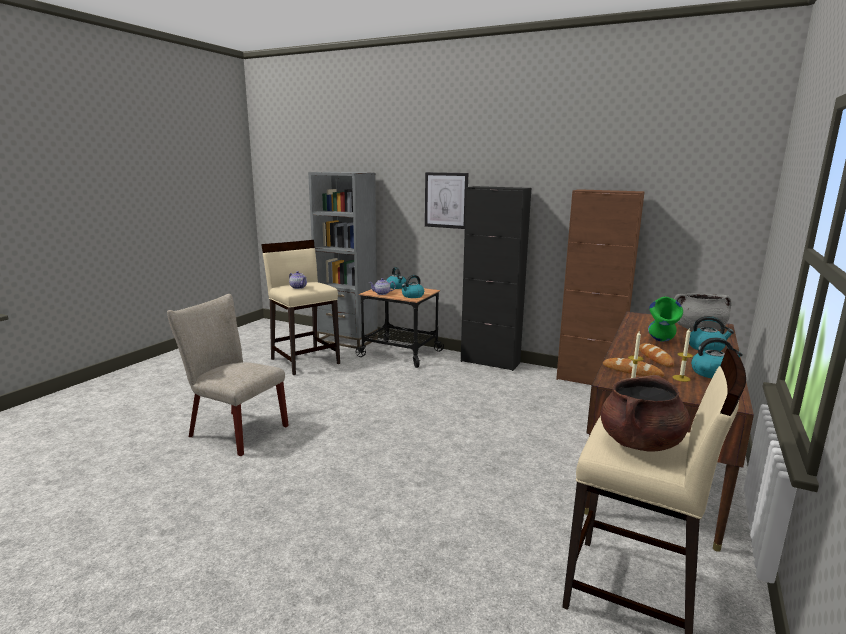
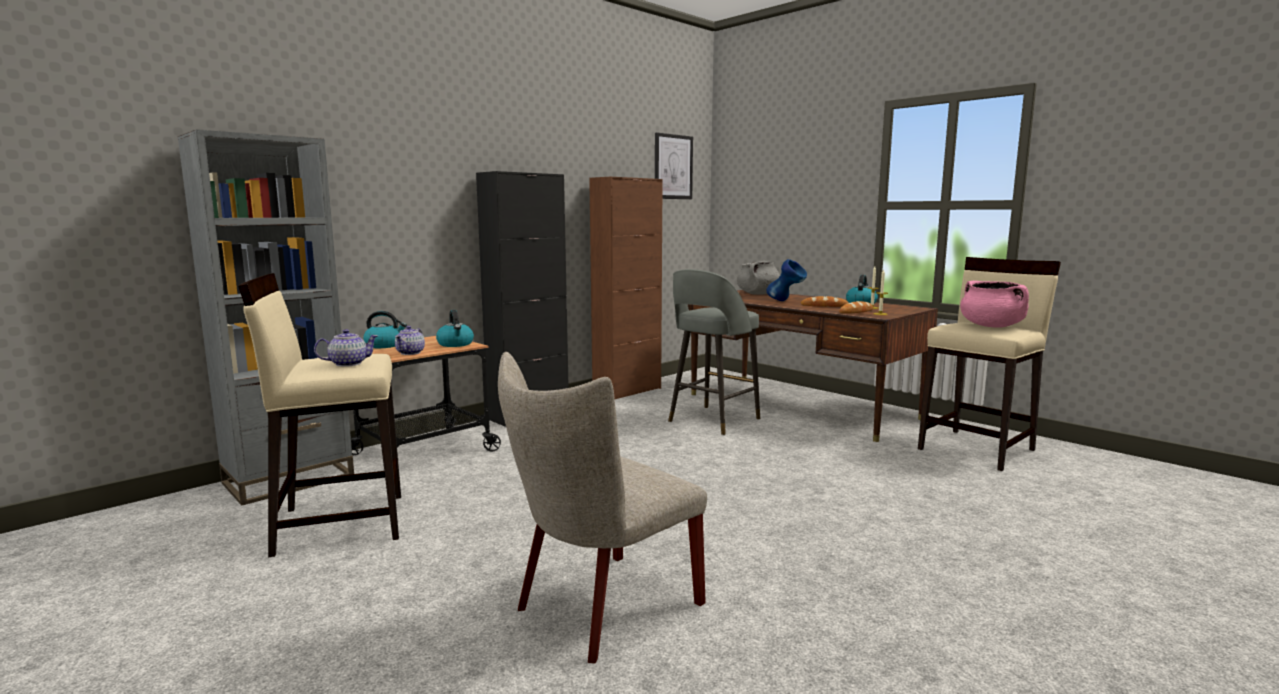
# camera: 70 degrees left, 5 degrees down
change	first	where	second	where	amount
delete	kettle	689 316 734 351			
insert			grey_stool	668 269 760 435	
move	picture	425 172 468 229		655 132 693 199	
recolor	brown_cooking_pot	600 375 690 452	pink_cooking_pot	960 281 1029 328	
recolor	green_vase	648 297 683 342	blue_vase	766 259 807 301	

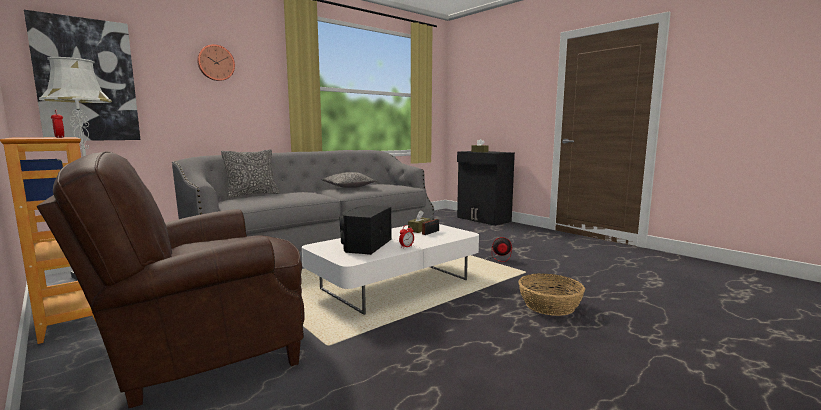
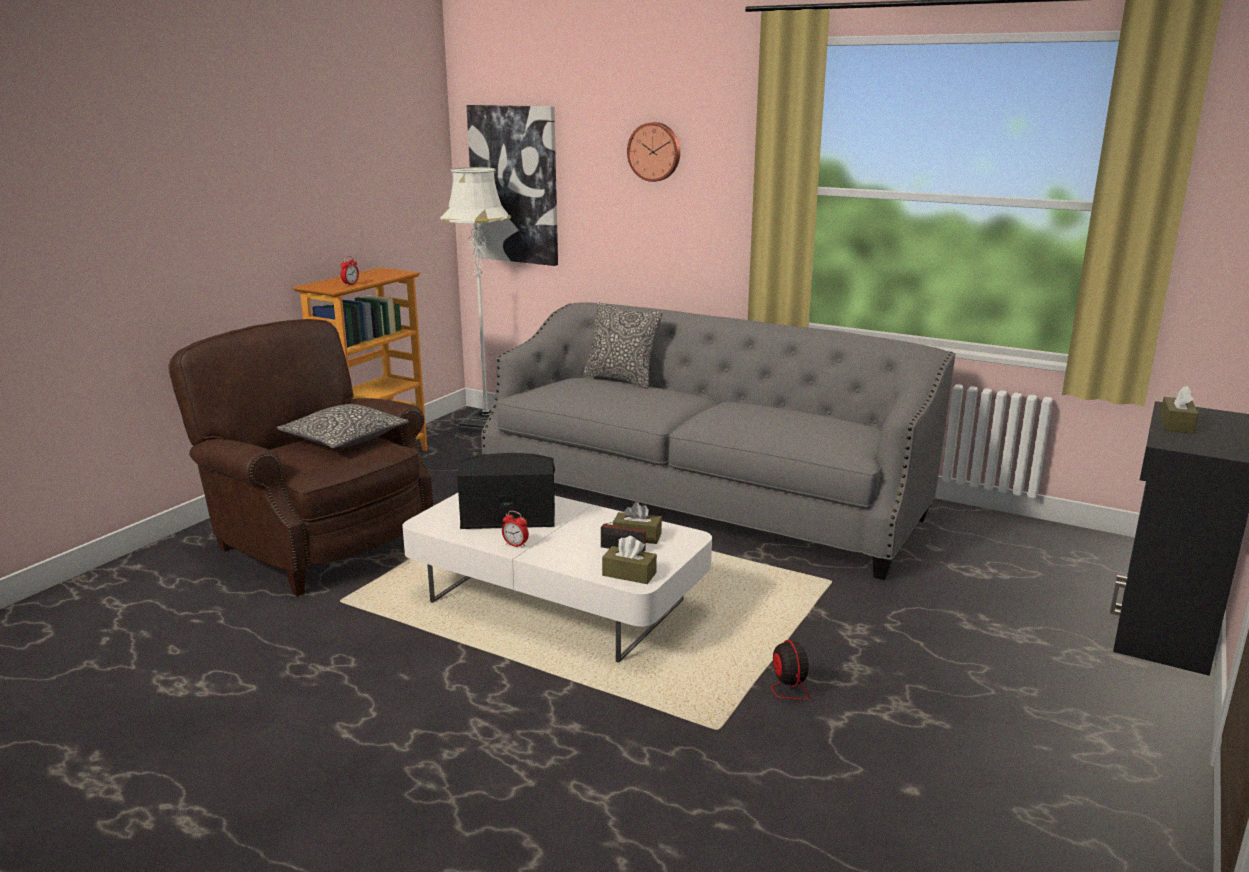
# camera: 70 degrees right, 10 degrees up
change	first	where	second	where	amount
delete	basket	518 274 585 316			
insert			brown_tissue_box	602 536 657 584	
move	pillow	321 172 377 188		277 404 409 448	

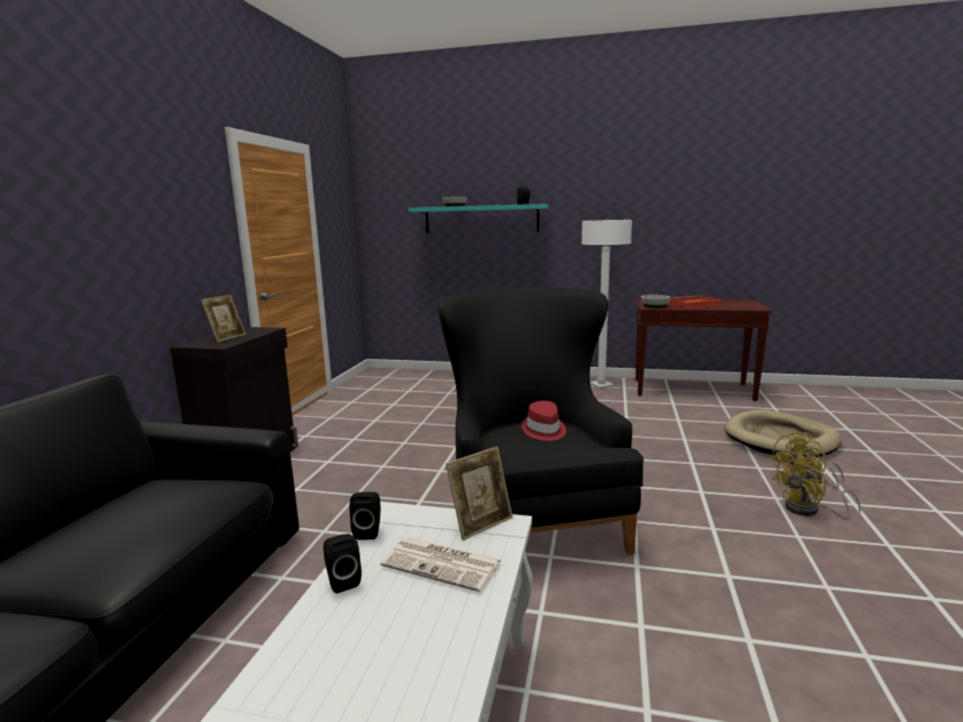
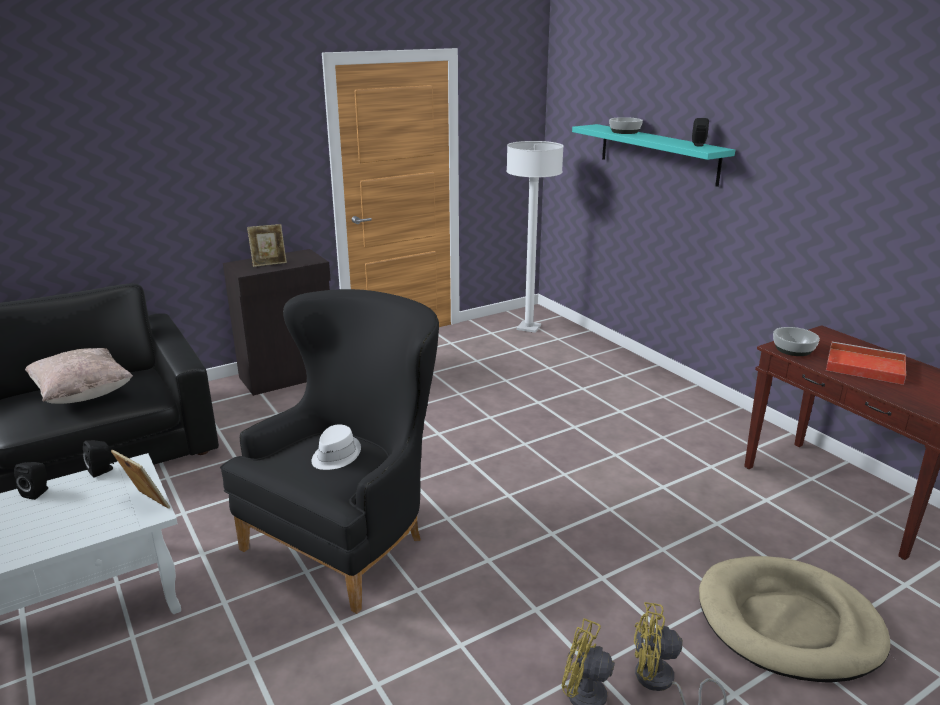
# camera: 45 degrees right, 10 degrees up
change	first	where	second	where	amount
delete	newspaper	380 537 501 592			
insert			beige_pillow	25 348 133 404	
move	white_floor_lamp	581 219 632 389		506 141 564 333	
recolor	red_hat	522 401 566 441	white_hat	311 424 361 470	
rotate	picture_frame	446 446 513 541		111 450 170 509	150 degrees counterclockwise

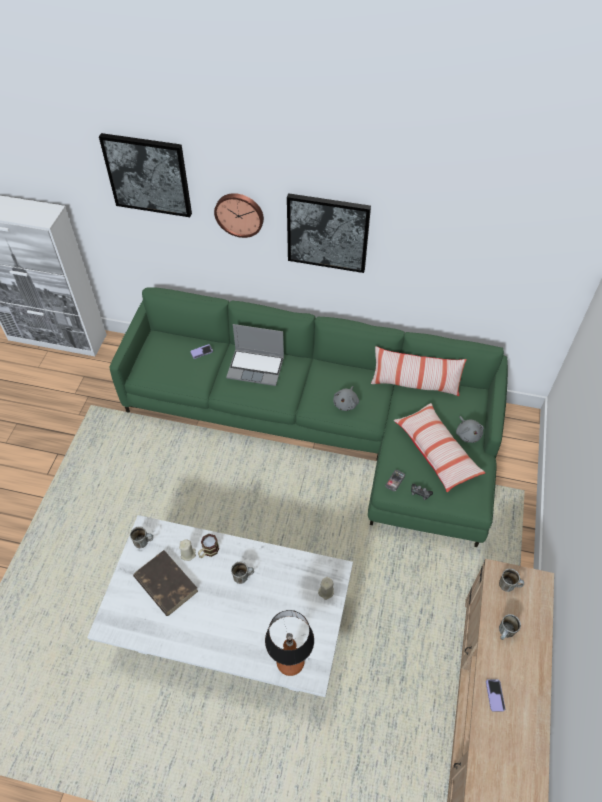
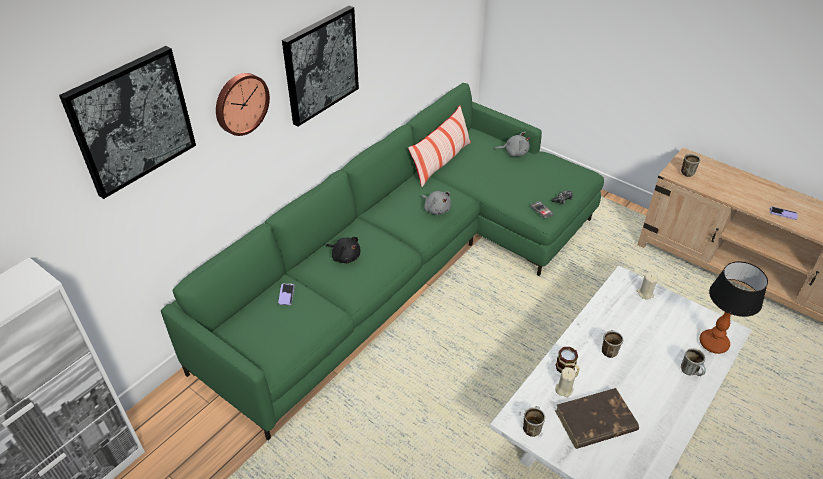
# camera: 65 degrees left, 10 degrees down
change	first	where	second	where	amount
delete	pillow	393 403 485 492			
move	mug	499 614 521 640		681 348 706 376	
replace	laptop	226 324 284 386	black_plush_toy	326 237 360 263	

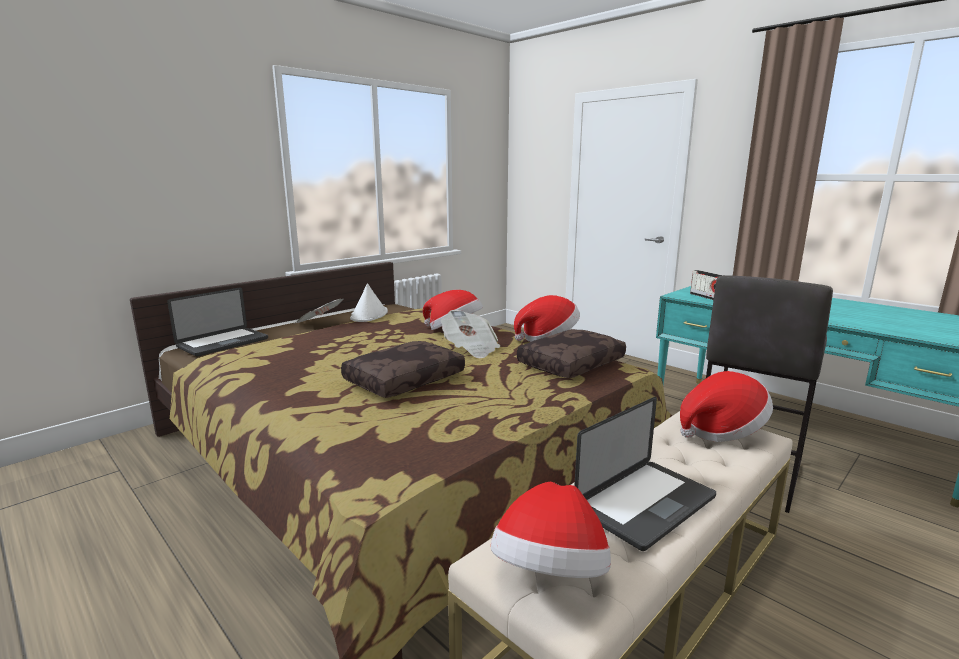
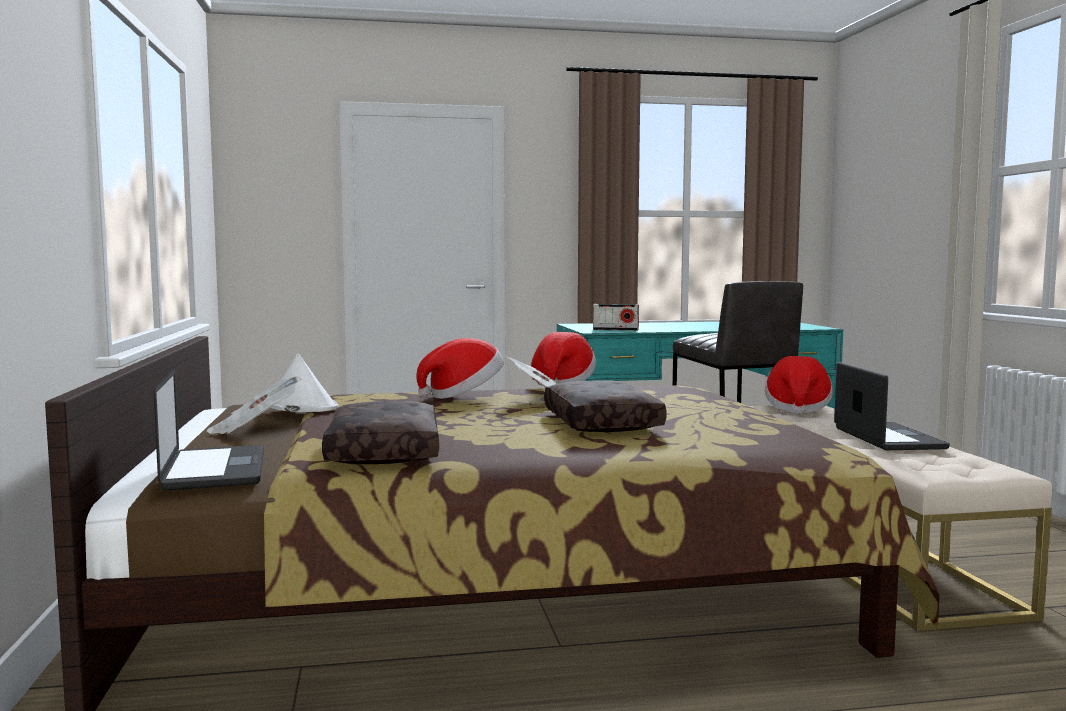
# camera: 55 degrees left, 10 degrees down
change	first	where	second	where	amount
delete	hat	491 481 611 578			
move	brown_pillow	517 329 626 378		322 401 439 464	

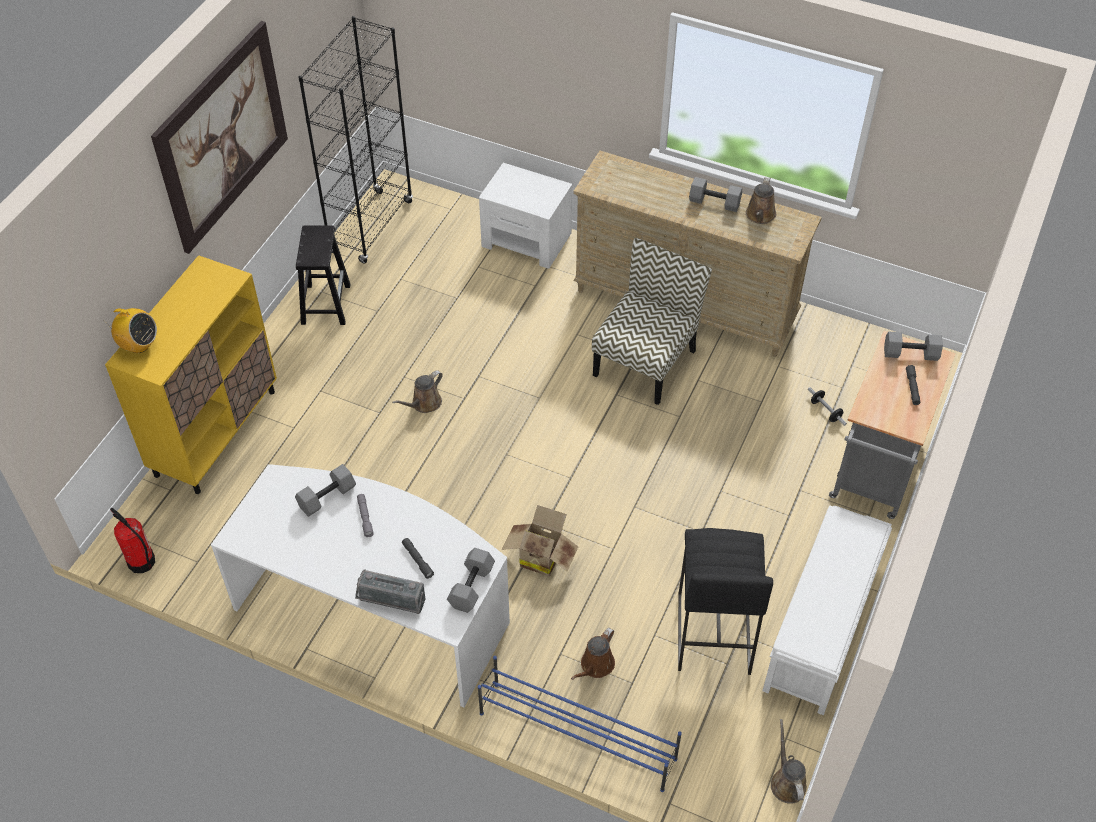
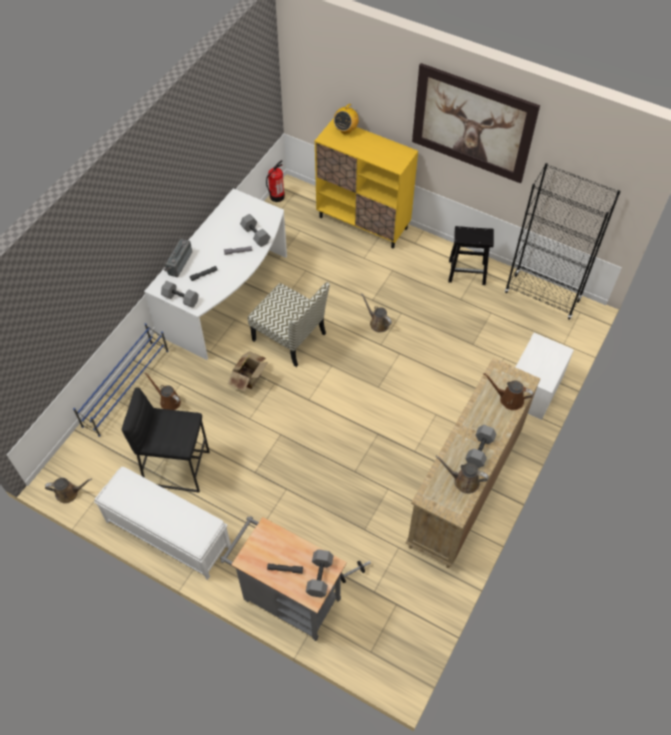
# camera: 95 degrees right, 5 degrees up
change	first	where	second	where	amount
insert			brown_watering_can	484 373 534 410	
move	chair	592 238 712 405		247 282 330 367	

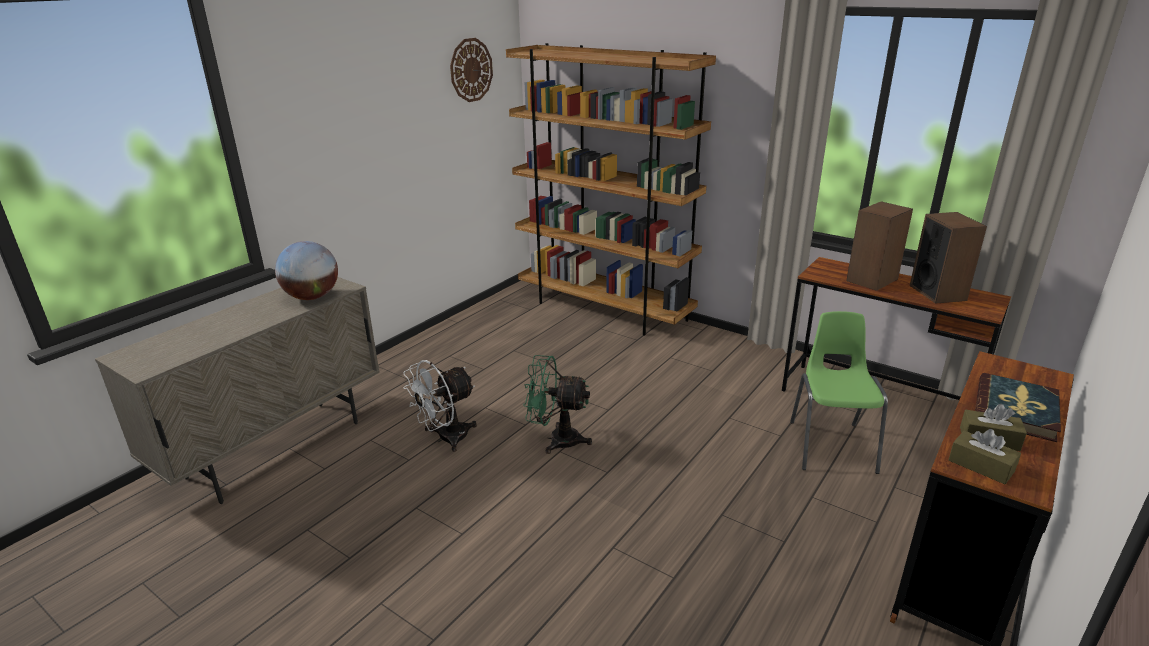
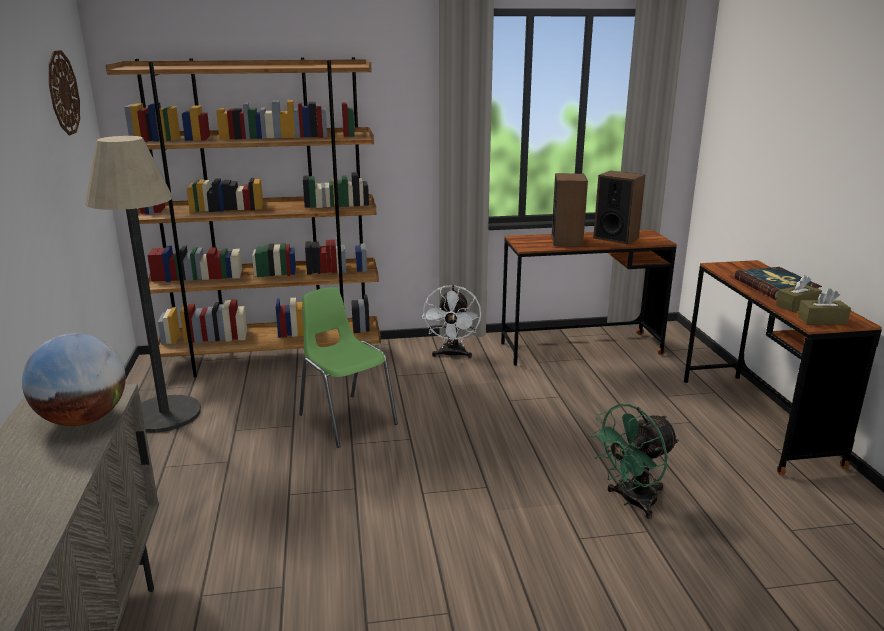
# camera: 45 degrees left, 5 degrees down
change	first	where	second	where	amount
insert			floor_lamp	85 136 201 433	
move	white_fan	403 360 477 452		422 285 481 358	
move	green_fan	523 355 592 454		590 404 679 519	
move	green_chair	790 311 888 474		299 287 398 448	

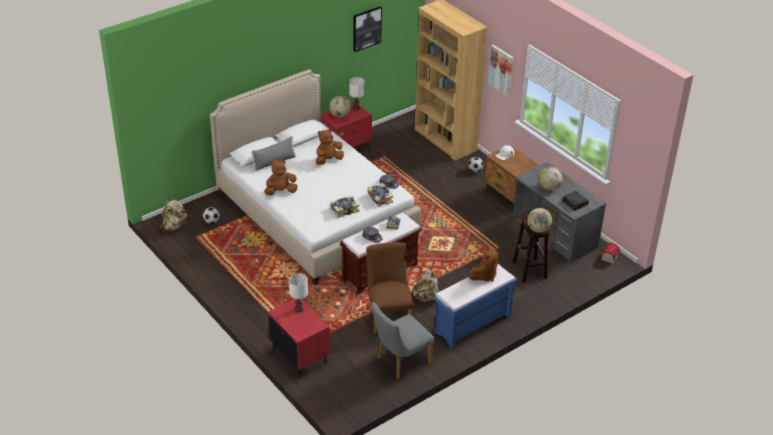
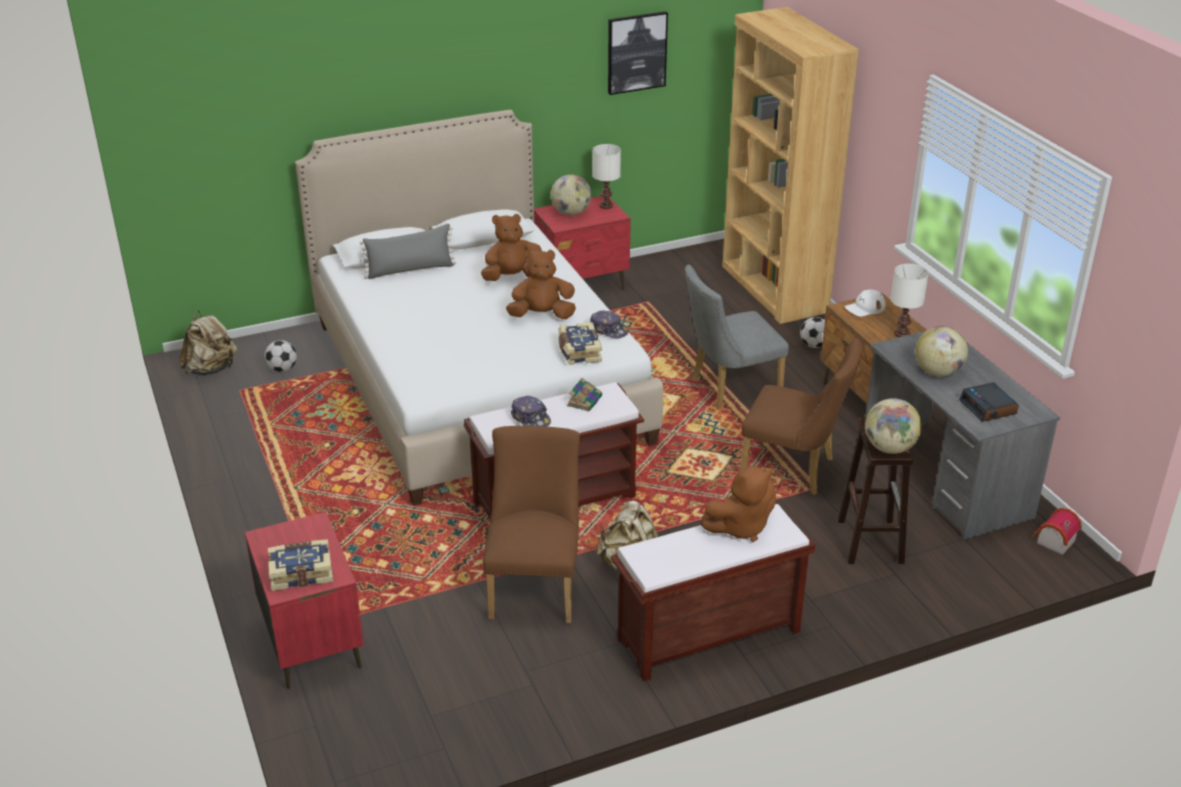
# camera: 15 degrees right, 5 degrees down
change	first	where	second	where	amount
delete	picture	488 45 513 97			
insert			brown_chair	740 338 862 495	
move	brown_plush_toy	264 160 298 195		506 249 576 319	
move	white_table_lamp	289 273 308 312		891 264 929 337	
move	book	330 196 360 218		268 539 333 591	
move	grey_chair	371 302 434 379		685 265 789 410	
recolor	blue_bench	433 264 518 349	brown_bench	611 504 815 681	

